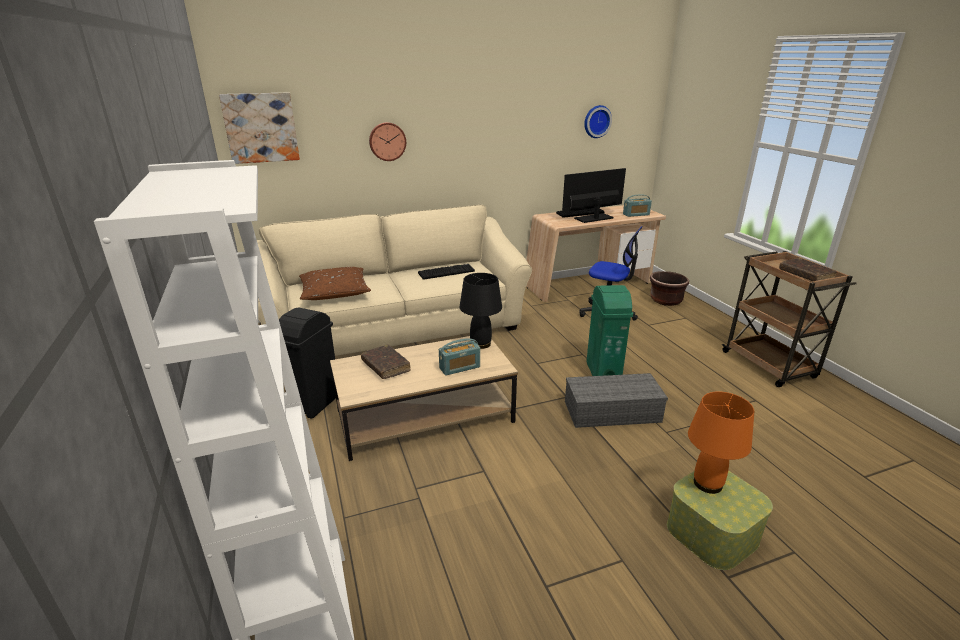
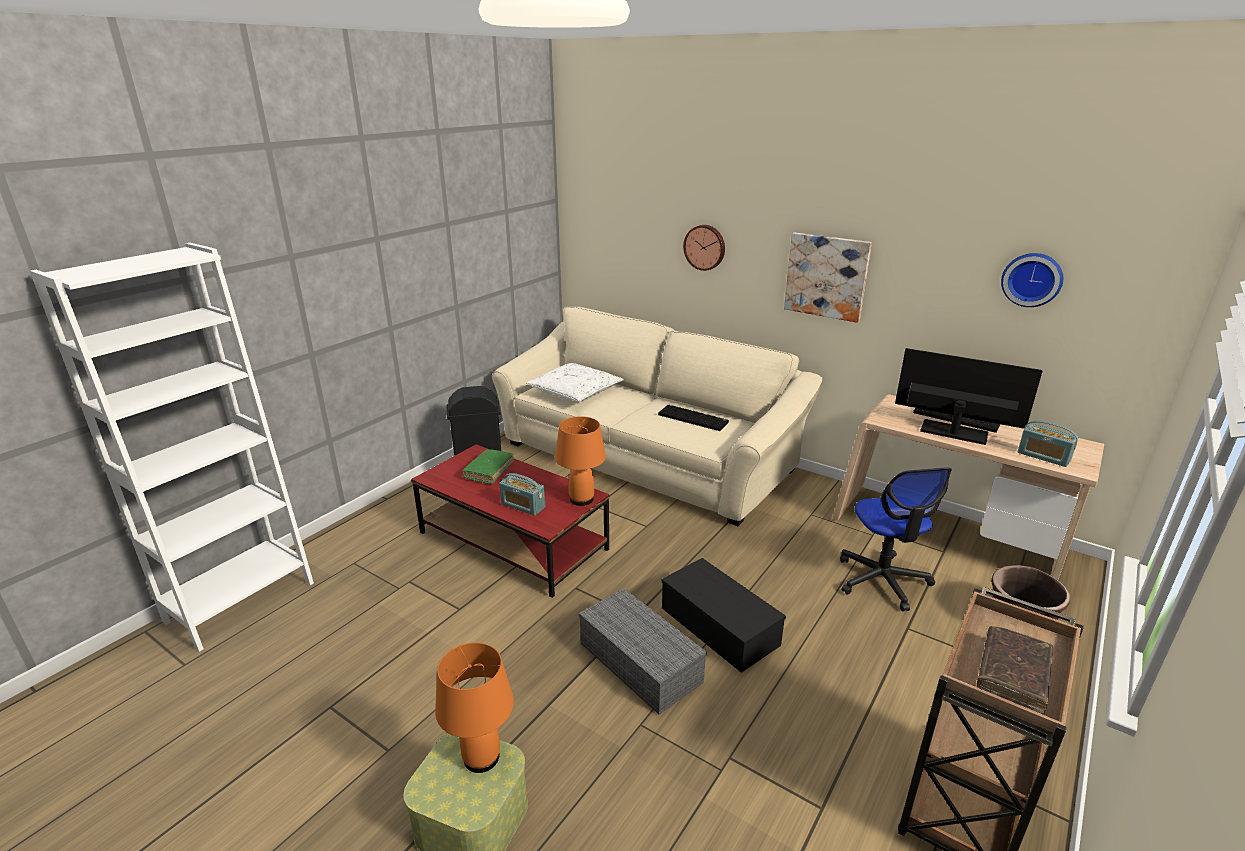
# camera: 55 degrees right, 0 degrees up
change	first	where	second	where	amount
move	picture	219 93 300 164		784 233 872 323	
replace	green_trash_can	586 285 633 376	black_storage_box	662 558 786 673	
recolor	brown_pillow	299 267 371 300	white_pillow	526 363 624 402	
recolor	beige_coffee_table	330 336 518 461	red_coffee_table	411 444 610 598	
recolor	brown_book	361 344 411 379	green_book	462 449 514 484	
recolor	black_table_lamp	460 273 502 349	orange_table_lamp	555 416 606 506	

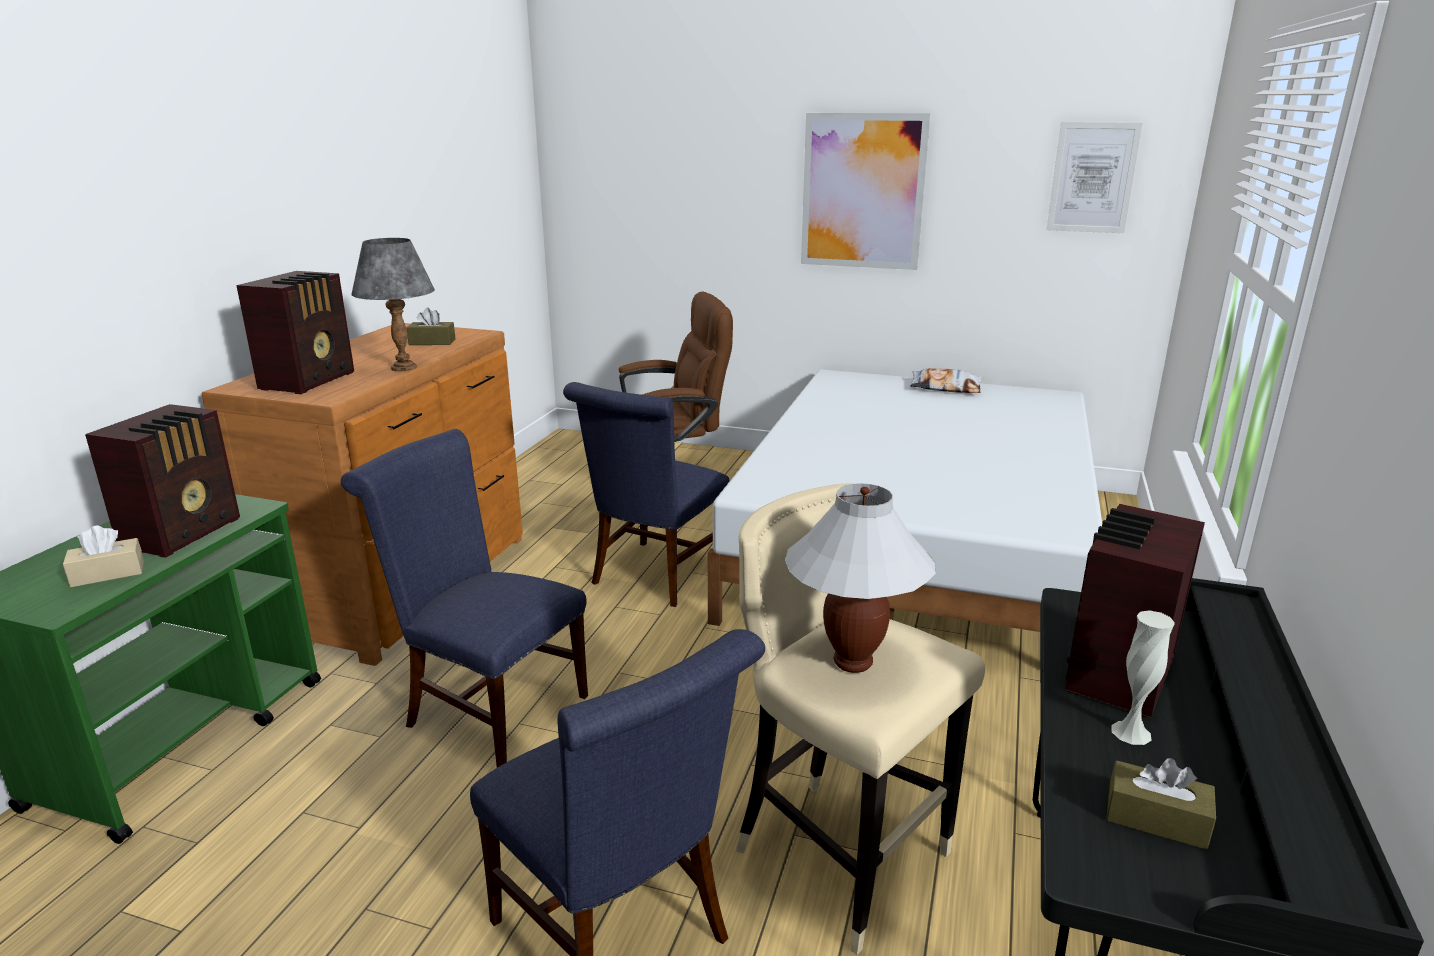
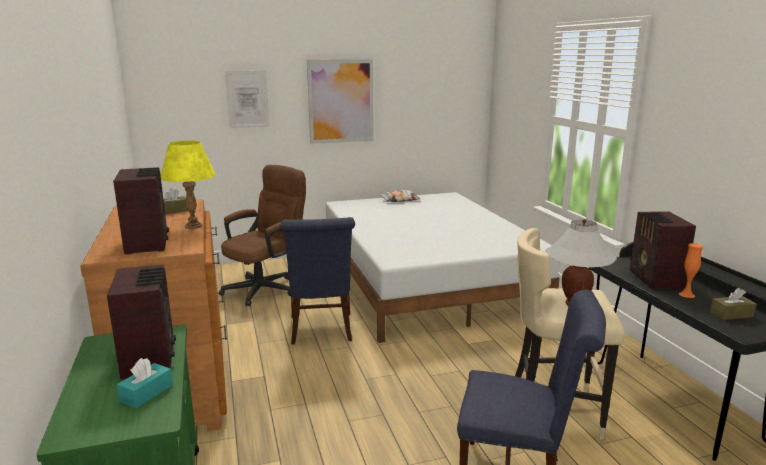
# camera: 35 degrees left, 5 degrees down
change	first	where	second	where	amount
delete	blue_chair	341 429 588 768			
move	picture	1047 122 1143 233		225 70 270 128	
recolor	beige_tissue_box	63 525 144 587	turquoise_tissue_box	117 358 173 408	
recolor	grey_table_lamp	352 238 435 371	yellow_table_lamp	161 141 216 229	
recolor	white_vase	1111 610 1175 745	orange_vase	679 243 703 298	

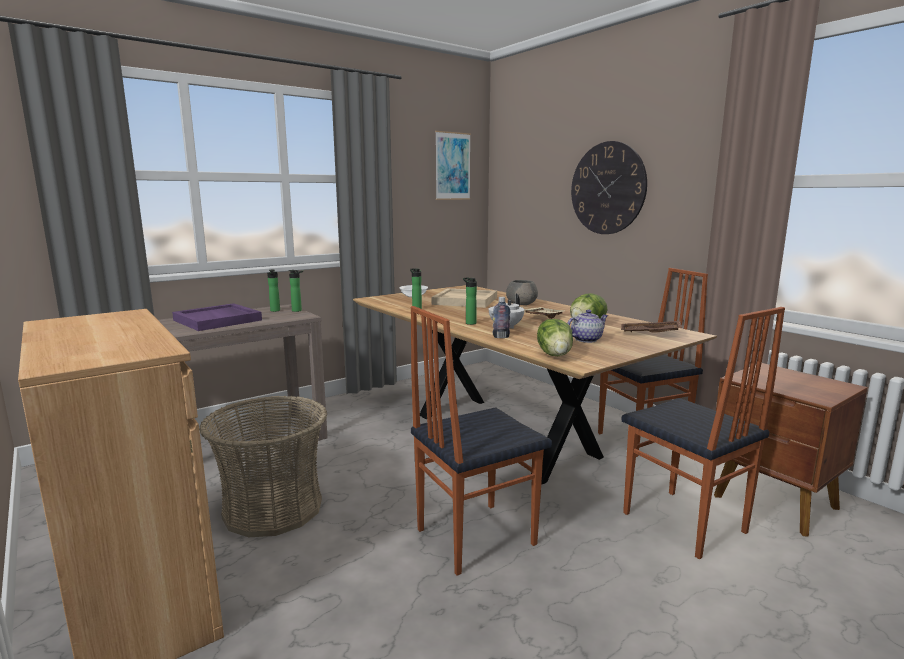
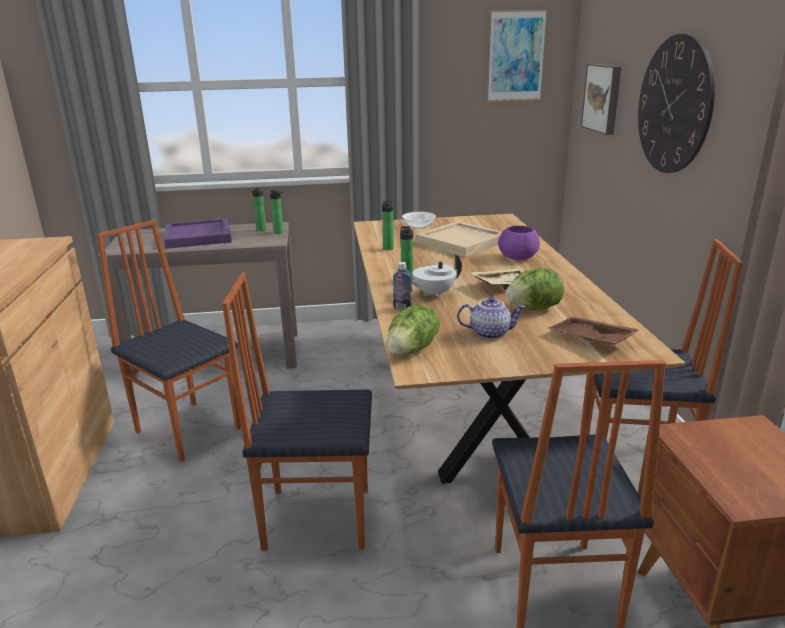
# camera: 30 degrees right, 10 degrees up
change	first	where	second	where	amount
insert			picture	581 64 622 135	
replace	basket	199 396 327 537	chair	97 220 241 461	
recolor	grey_bowl	506 280 538 305	purple_bowl	498 226 540 260	

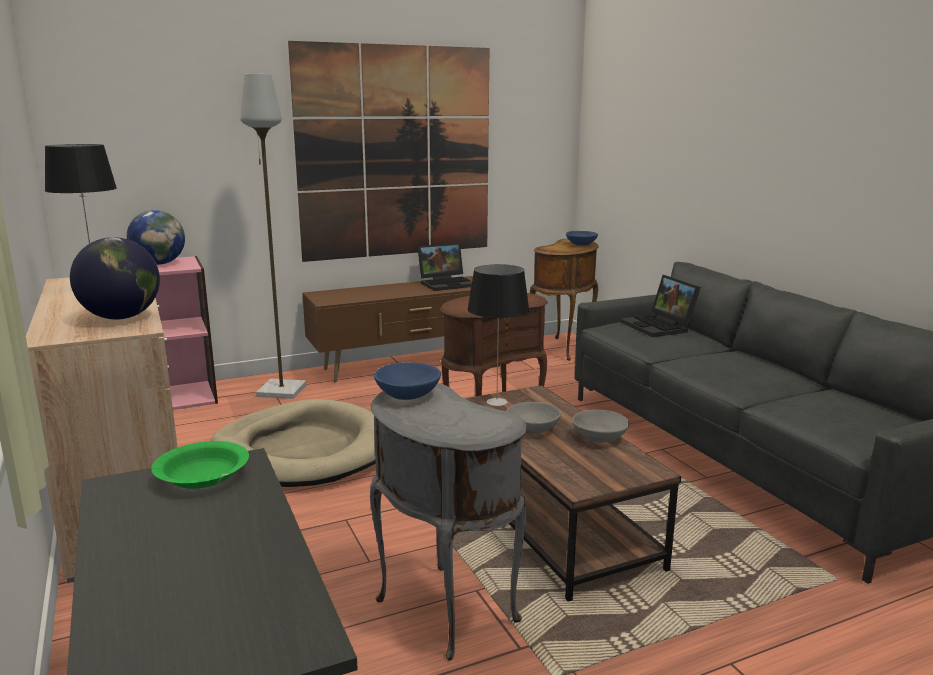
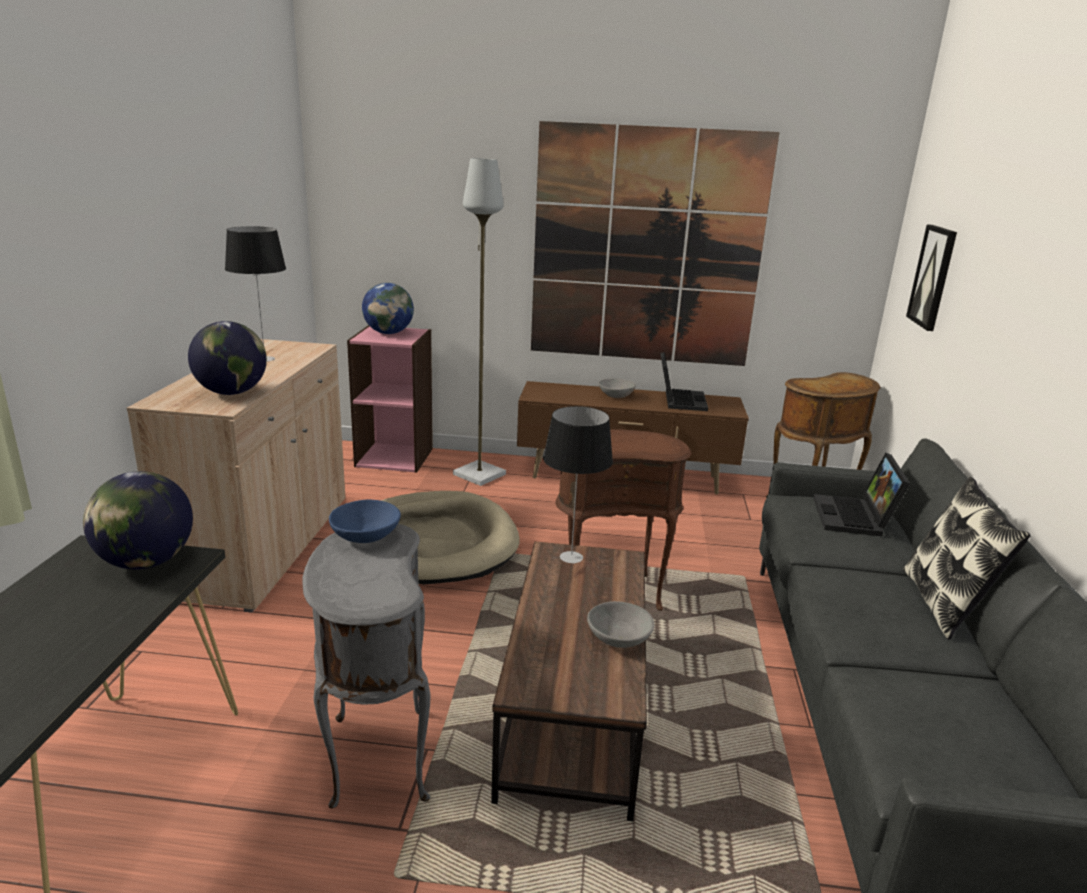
# camera: 30 degrees right, 5 degrees up
change	first	where	second	where	amount
delete	blue_bowl	566 231 598 246			
insert			pillow	903 477 1031 640	
insert			picture	906 224 957 331	
move	grey_bowl	506 402 561 434		598 378 636 398	
replace	green_bowl	151 441 249 489	globe	83 471 193 569	
rotate	laptop	417 243 472 291		660 352 708 411	90 degrees counterclockwise

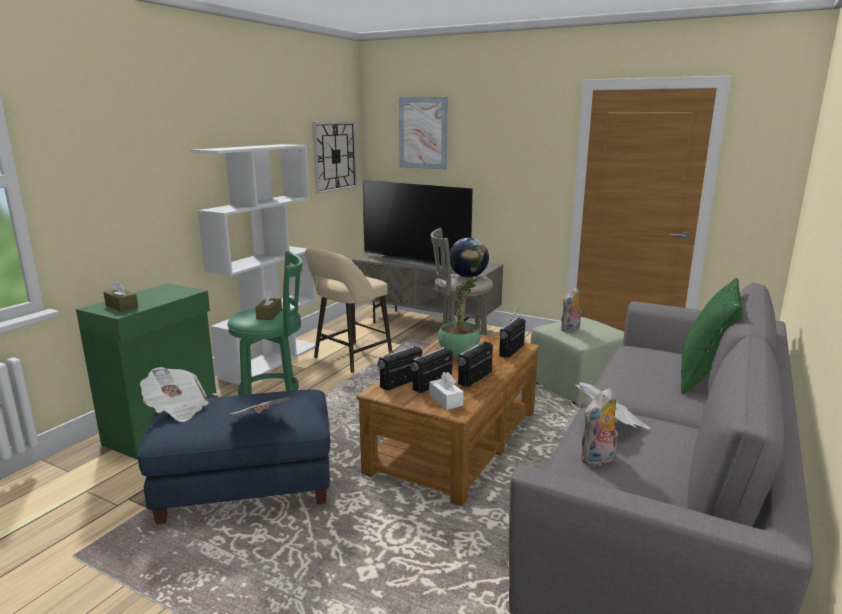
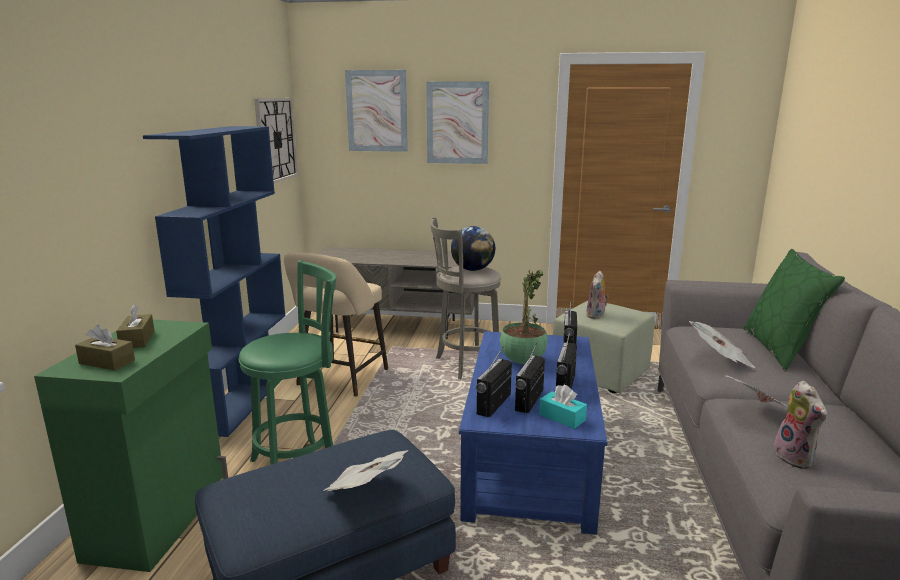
# camera: 20 degrees left, 0 degrees up
change	first	where	second	where	amount
delete	television	362 180 473 268			
insert			picture	426 81 489 164	
move	newspaper	140 367 209 422		689 321 756 368	
move	brown_tissue_box	255 291 282 320		116 304 155 348	
recolor	white_bookcase	191 144 316 385	blue_bookcase	143 126 285 437	
recolor	brown_coffee_table	356 335 540 506	blue_coffee_table	459 331 608 535	
recolor	white_tissue_box	429 372 464 410	turquoise_tissue_box	539 385 587 429	
rotate	plush_toy	580 388 618 466		774 381 827 469	45 degrees counterclockwise

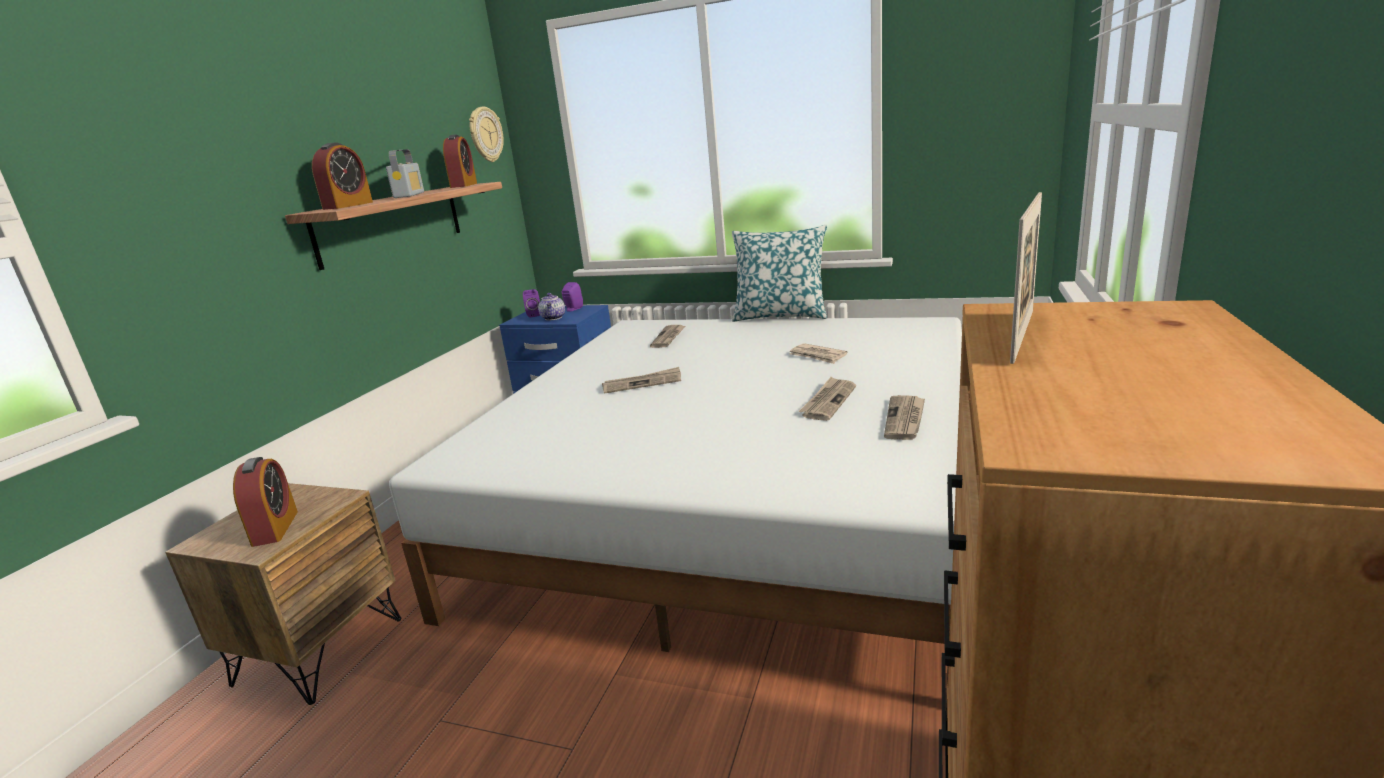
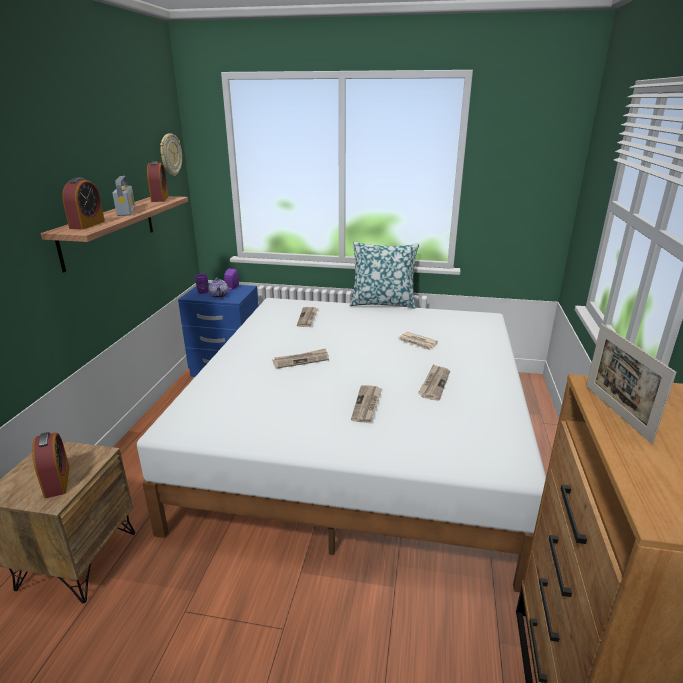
# camera: 10 degrees left, 5 degrees up
change	first	where	second	where	amount
move	newspaper	884 395 925 440		351 385 382 423	
rotate	picture_frame	1010 192 1042 364		586 324 677 444	150 degrees clockwise

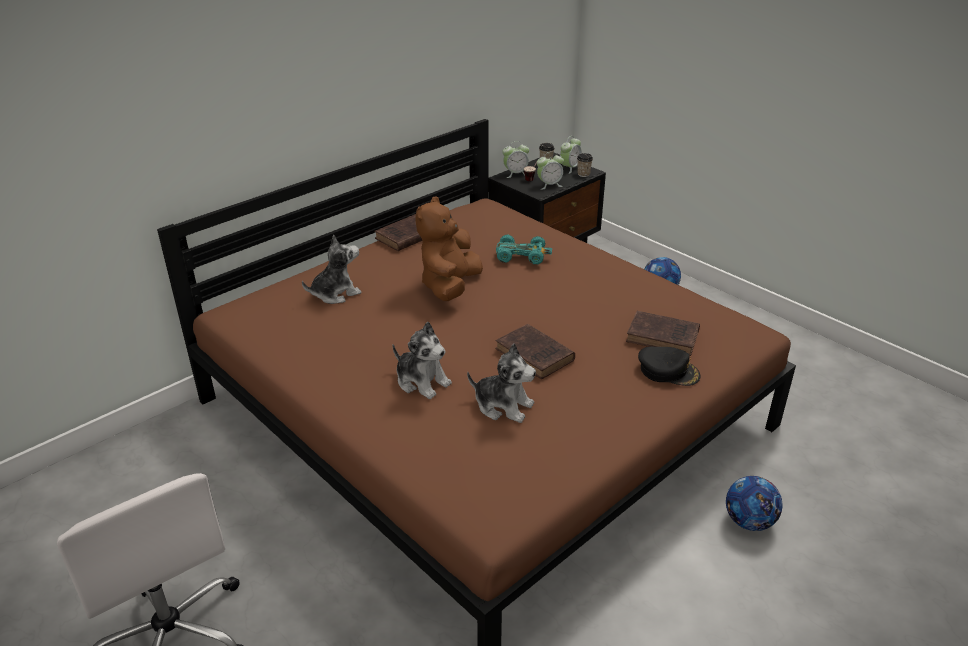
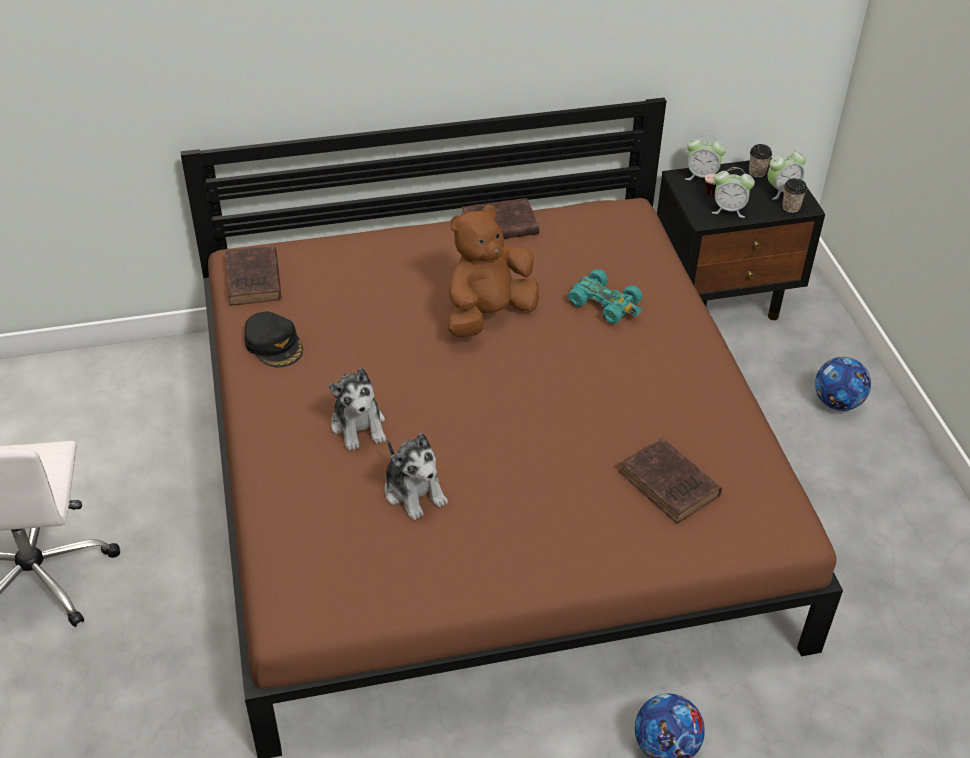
# camera: 30 degrees right, 10 degrees up
change	first	where	second	where	amount
delete	plush_toy	302 235 362 304			
move	brown_book	495 324 575 379		225 246 281 306	
move	black_cap	638 347 700 386		244 311 303 367	

